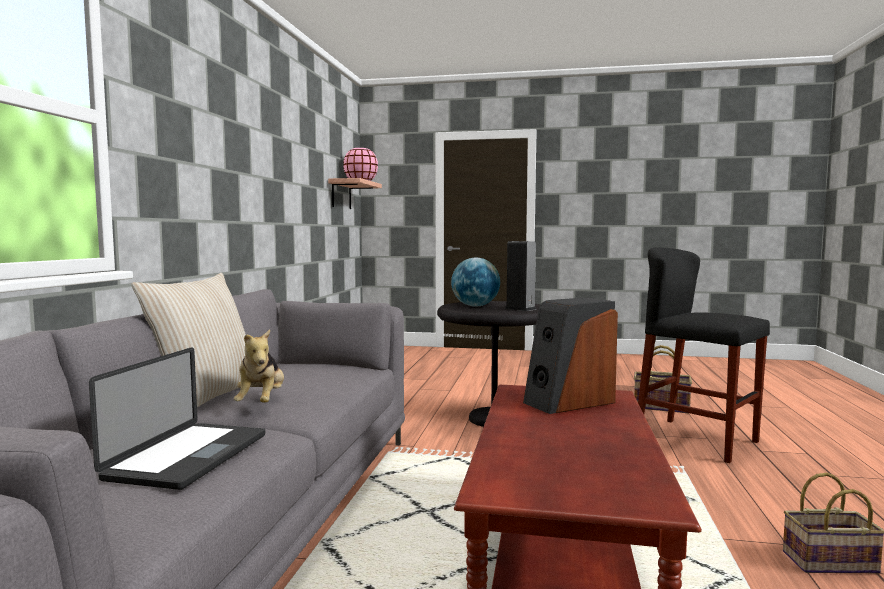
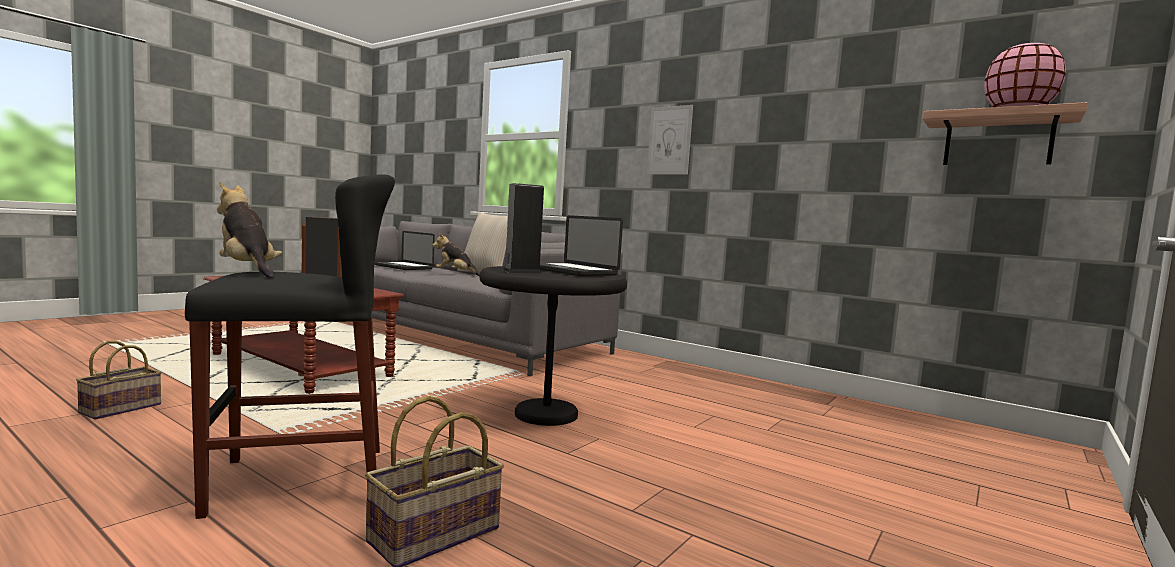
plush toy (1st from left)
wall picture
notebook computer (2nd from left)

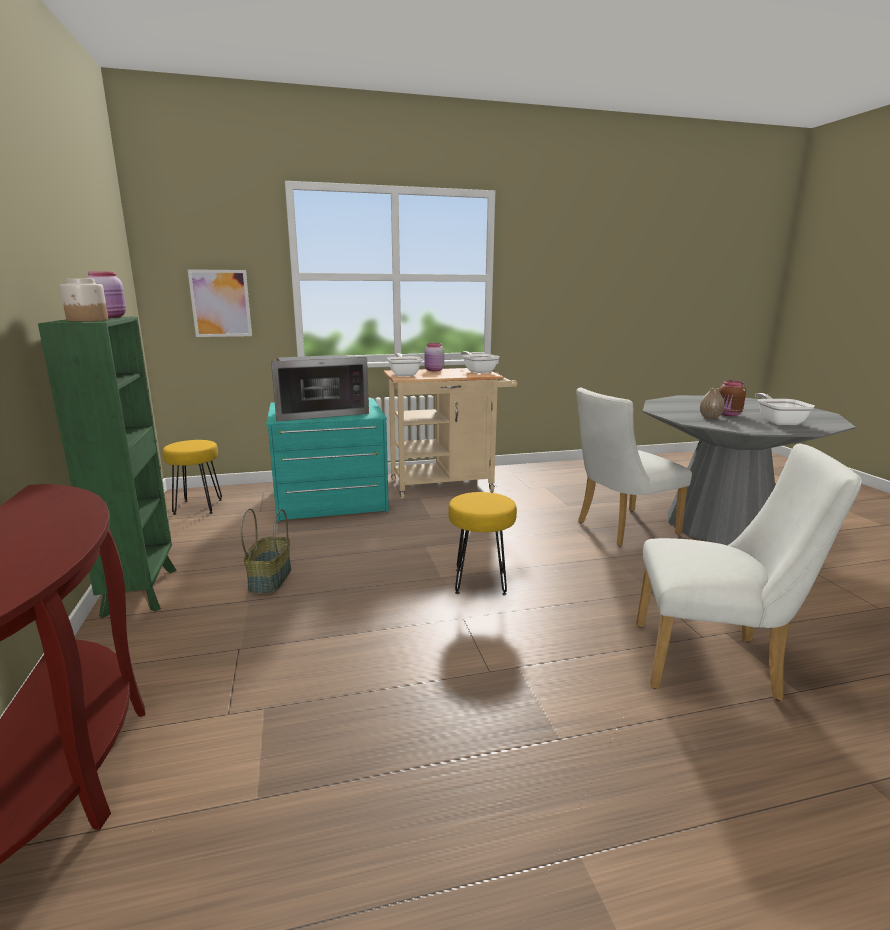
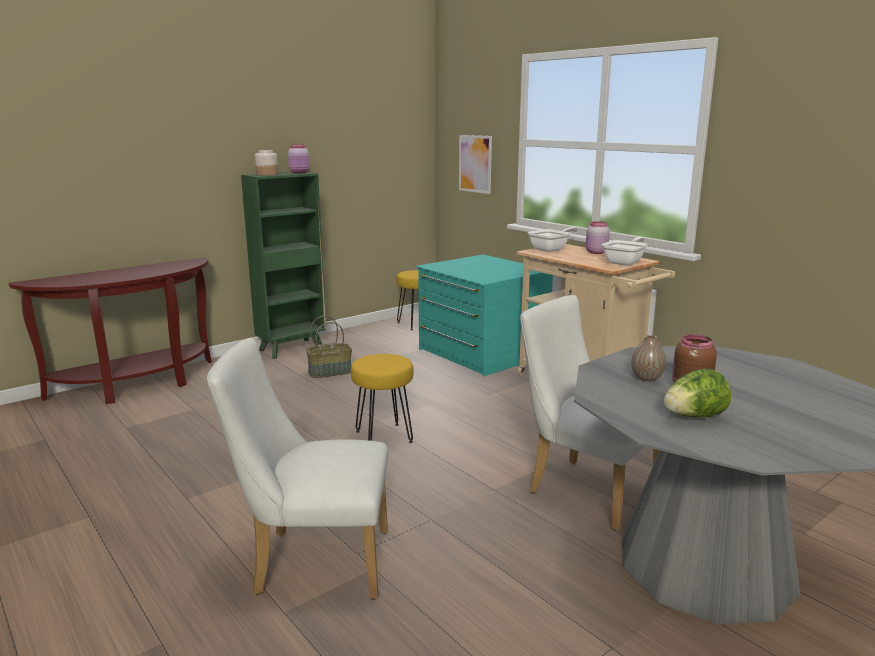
microwave oven
head of lettuce
upright chair in white (1st from left)

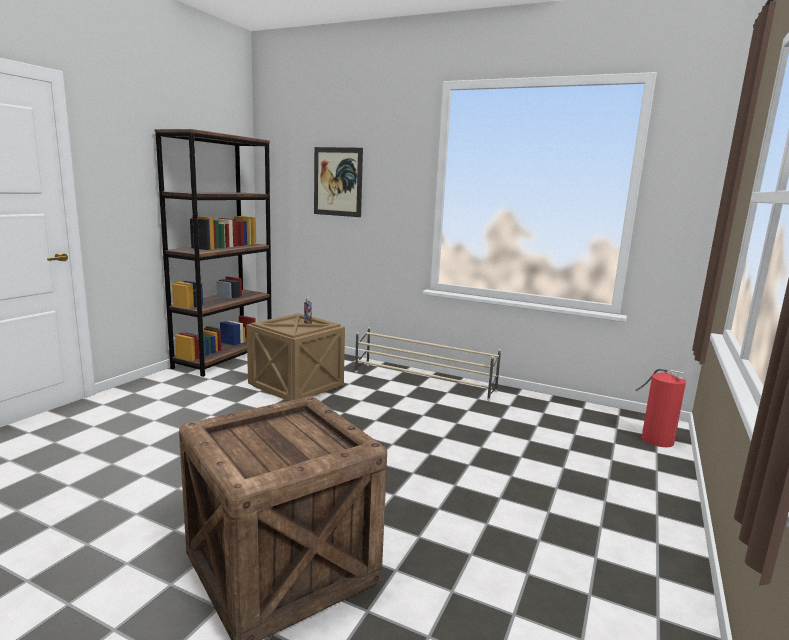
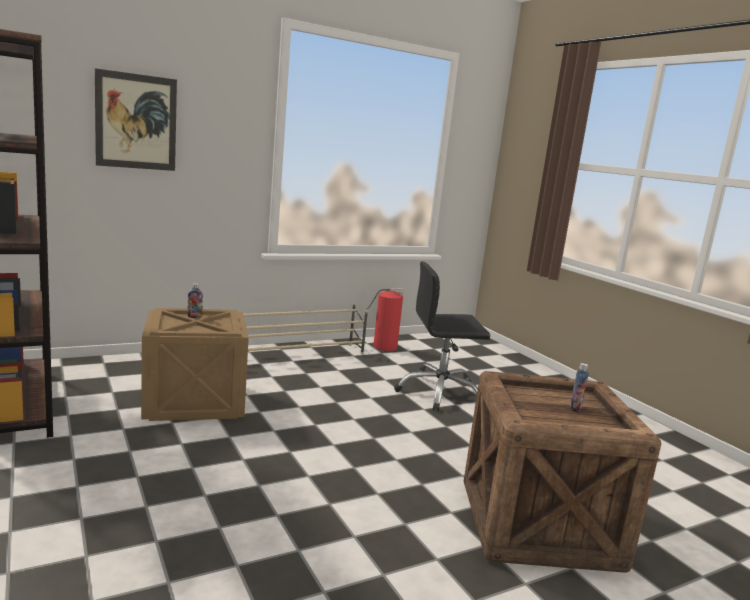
office chair in black-coloured
bottle (2nd from left)
fire-fighting cylinder

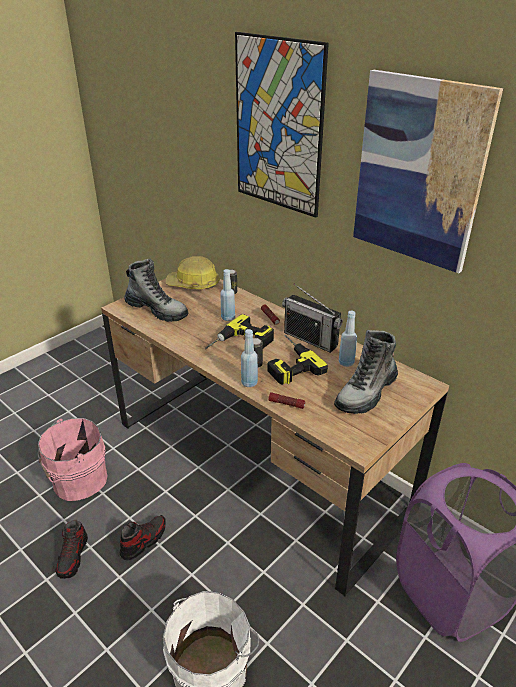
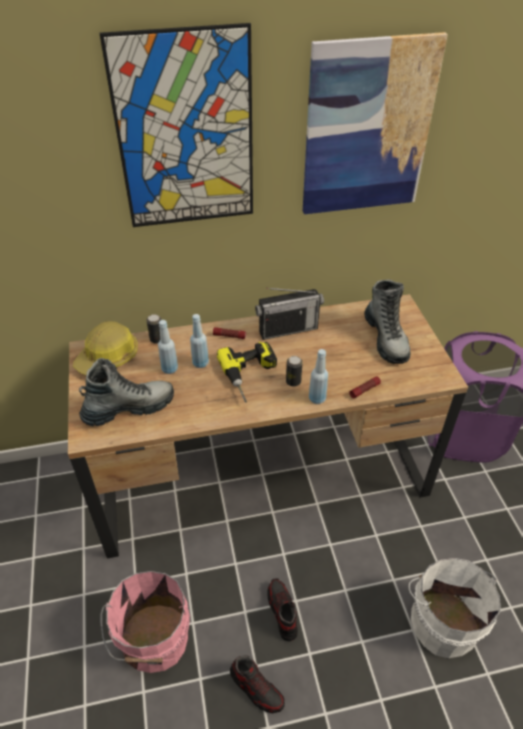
electric drill (2nd from left in the first image)
bottle in blue-coloured (1st from left)

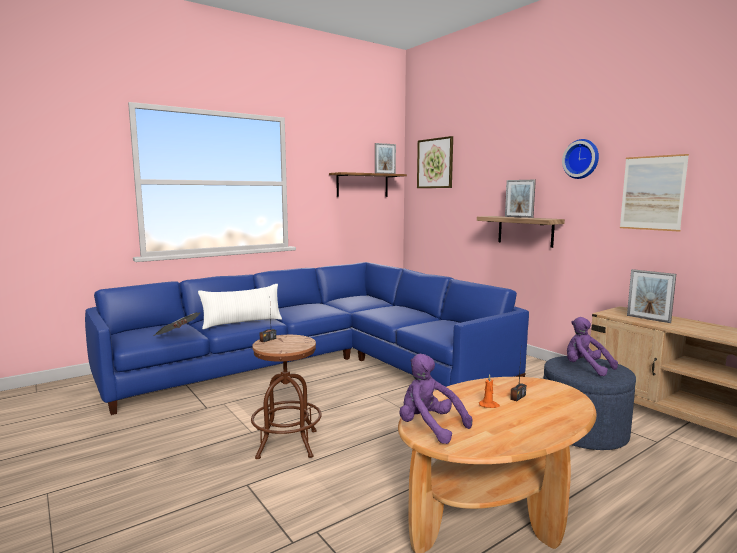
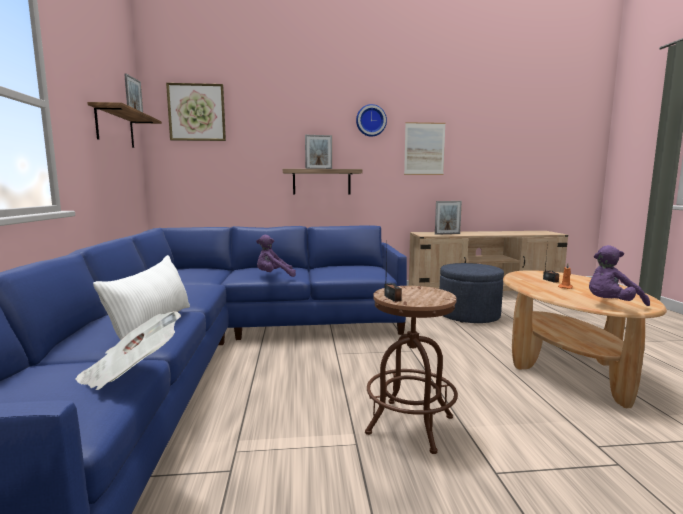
plush toy in purple (1st from left)

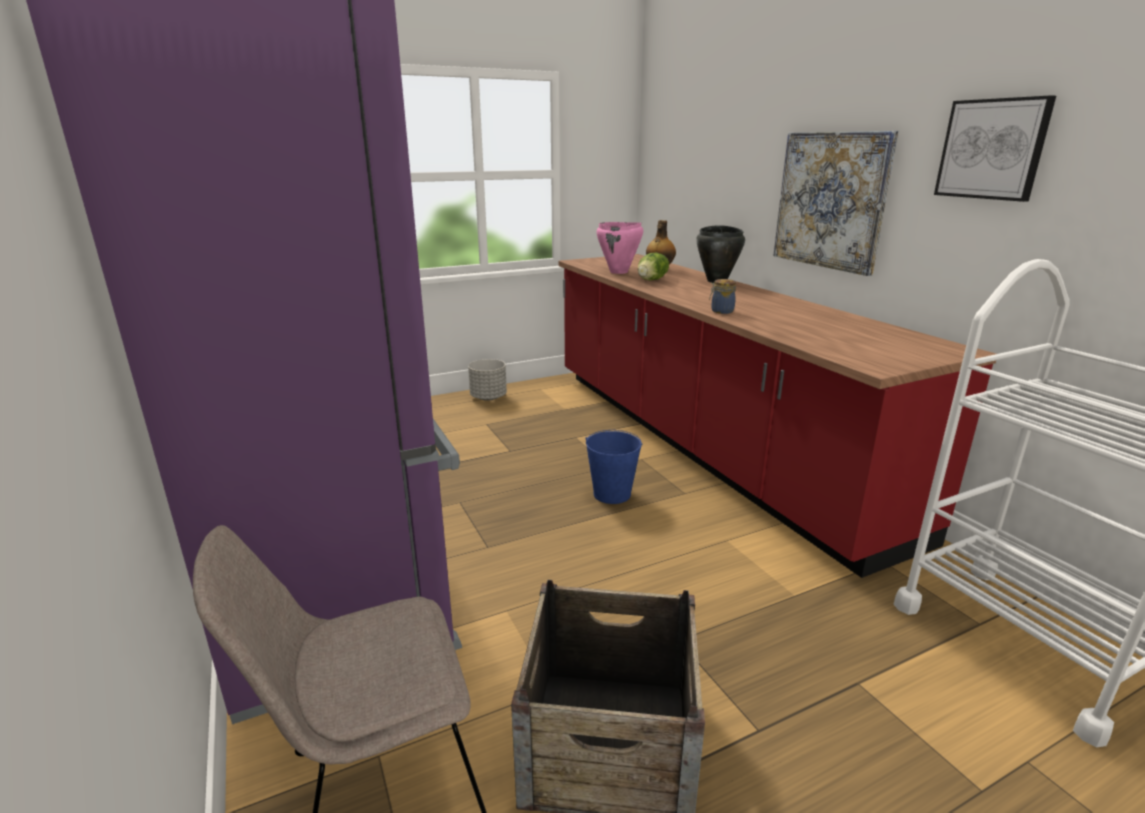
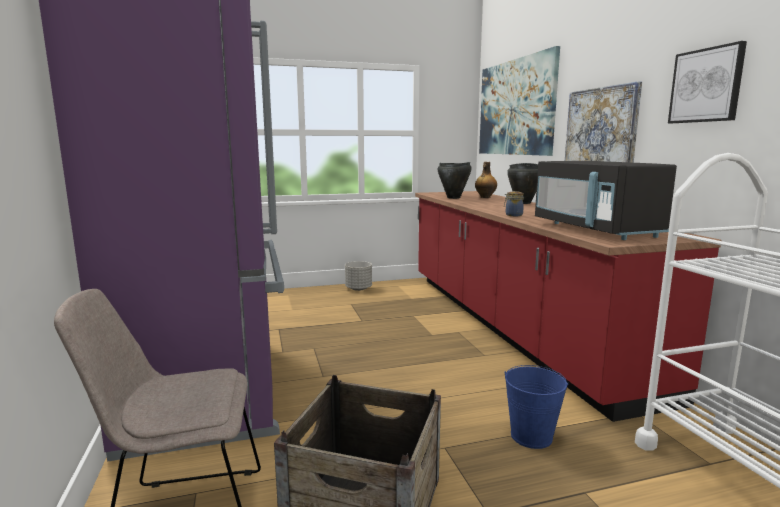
head of lettuce
wall picture (1st from left)
microwave oven in black-coloured
water bucket in blue-coloured
cooking pot in black-coloured (1st from left)

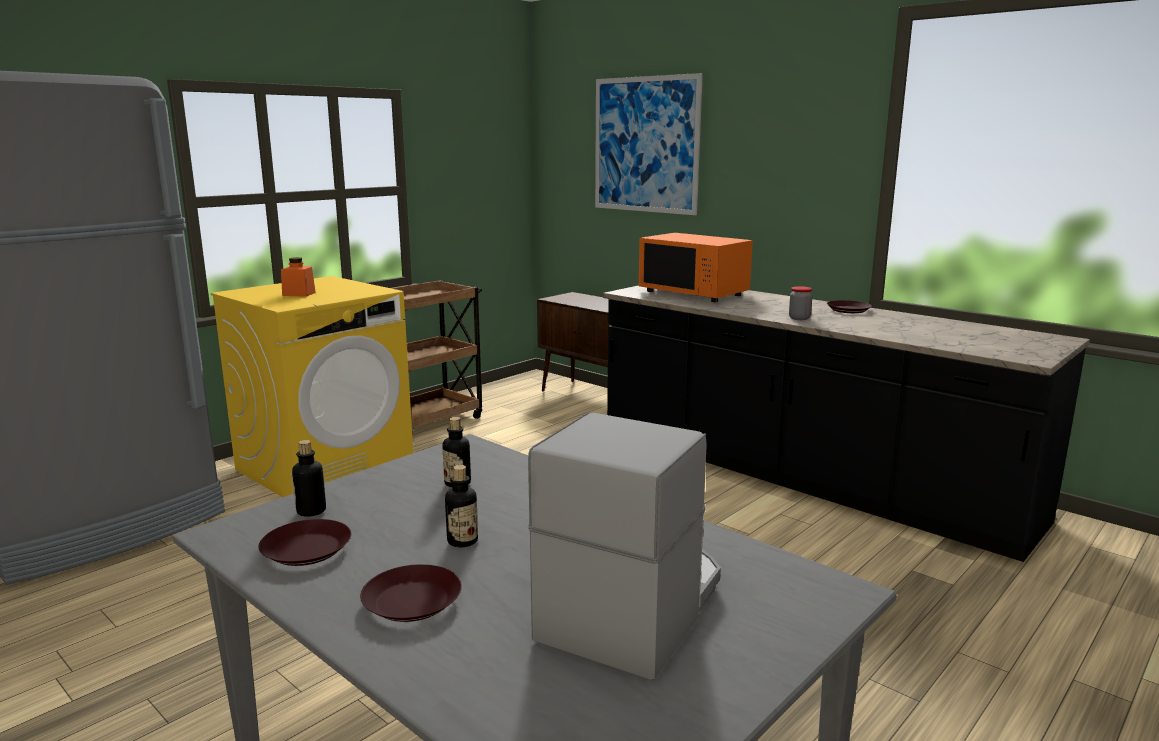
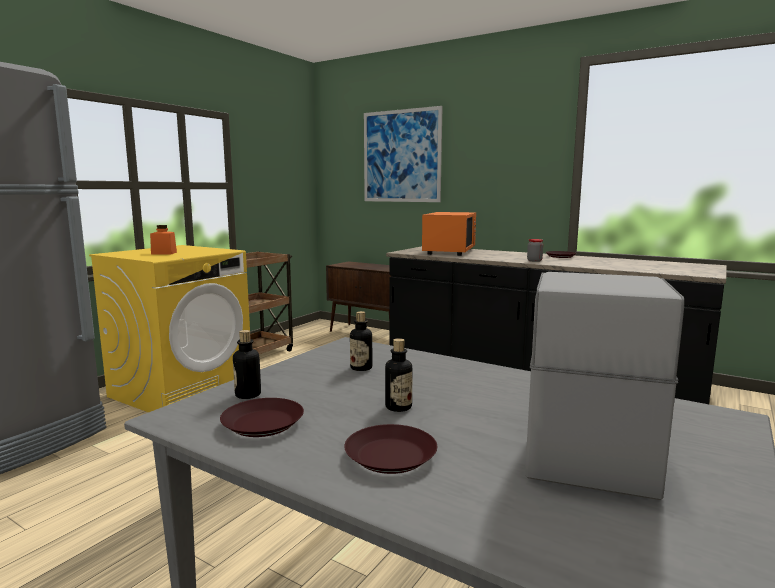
microwave oven in orangey

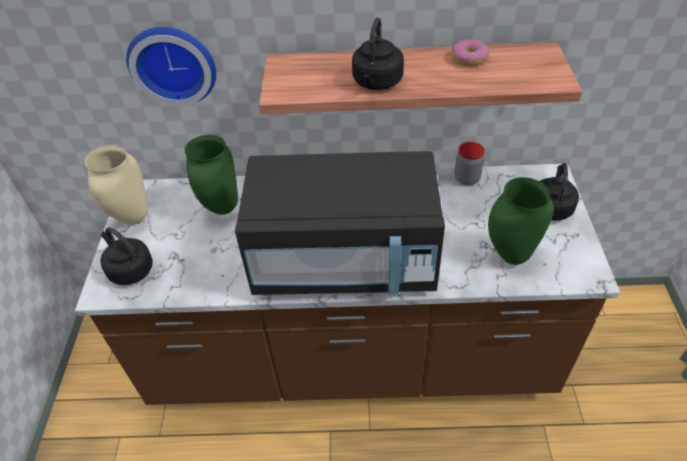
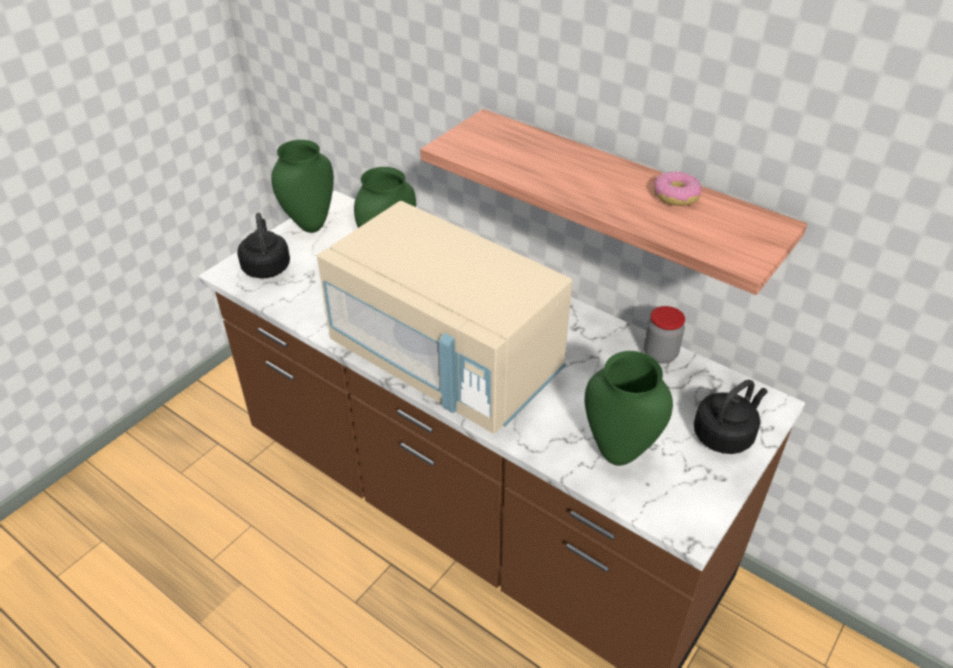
wall clock
tea kettle in black-coloured (2nd from left in the first image)
decorative vase in green-coloured (1st from left)
microwave oven in sand-coloured

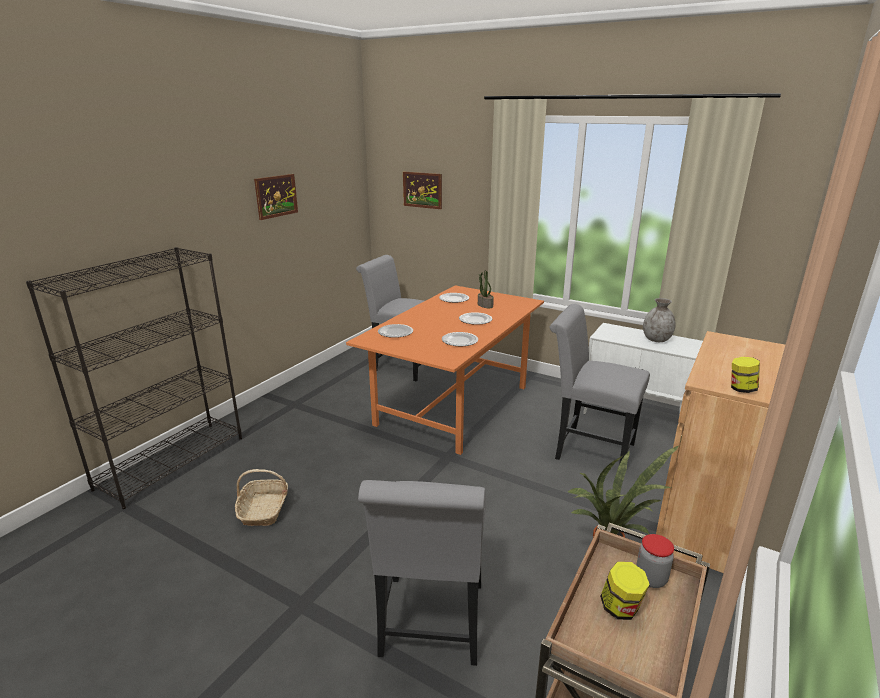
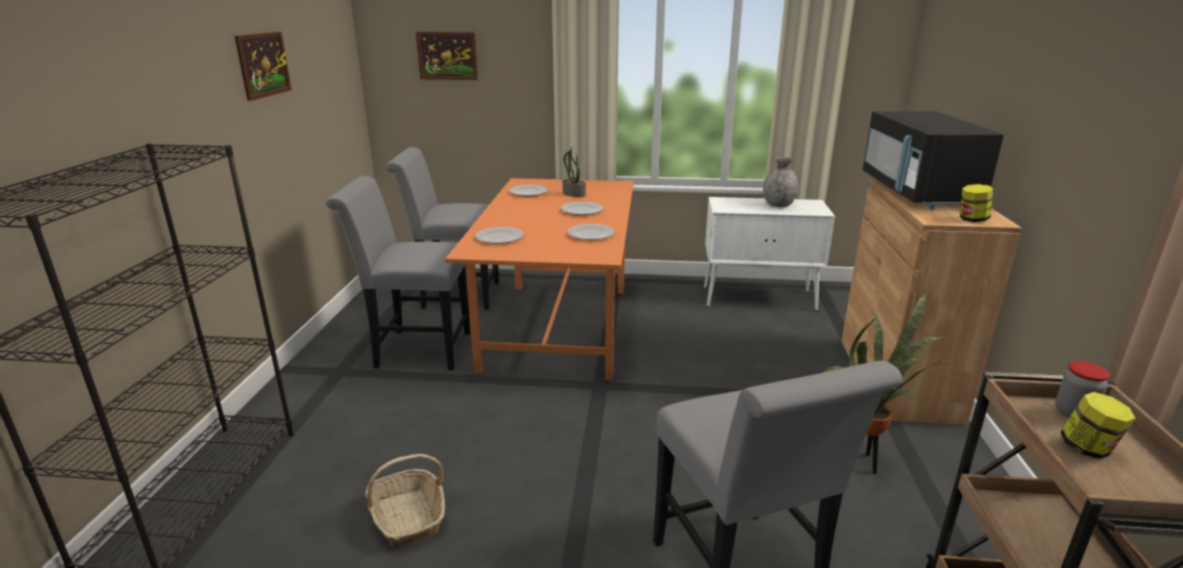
microwave oven in black-coloured
upright chair in grey (1st from left)

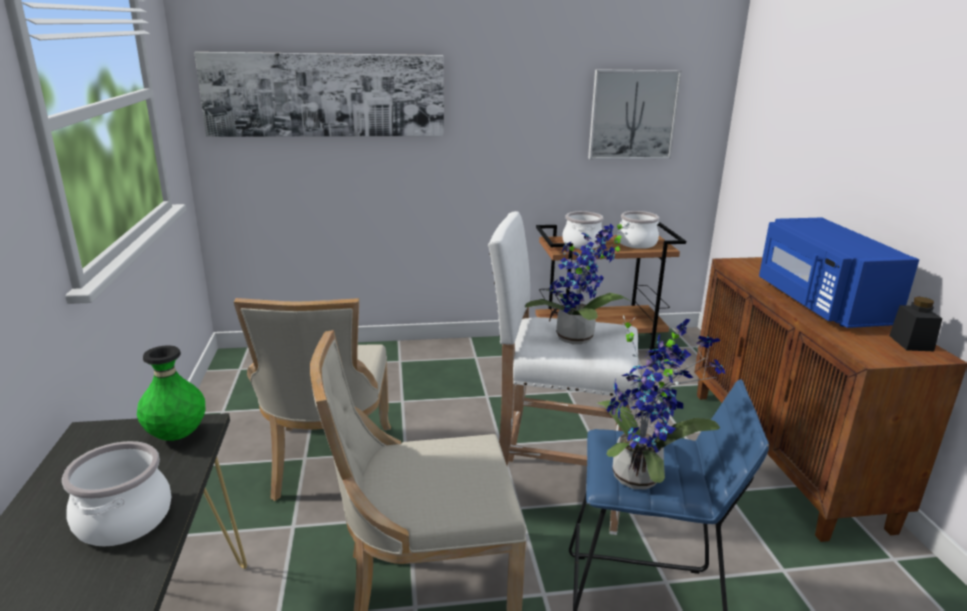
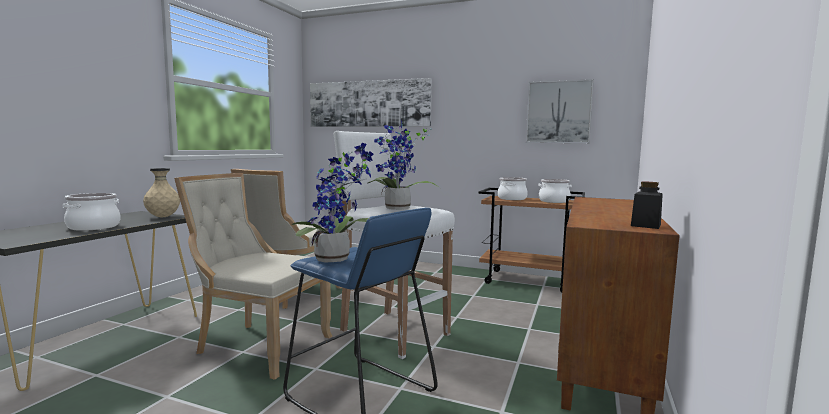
microwave oven in blue-coloured
decorative vase in sand-coloured

